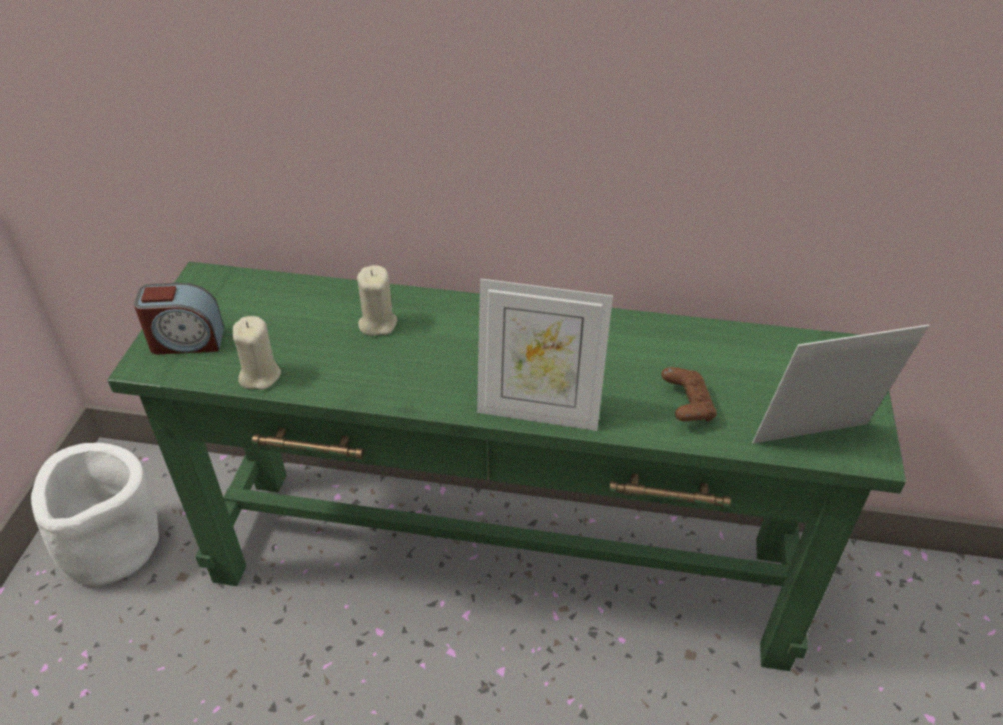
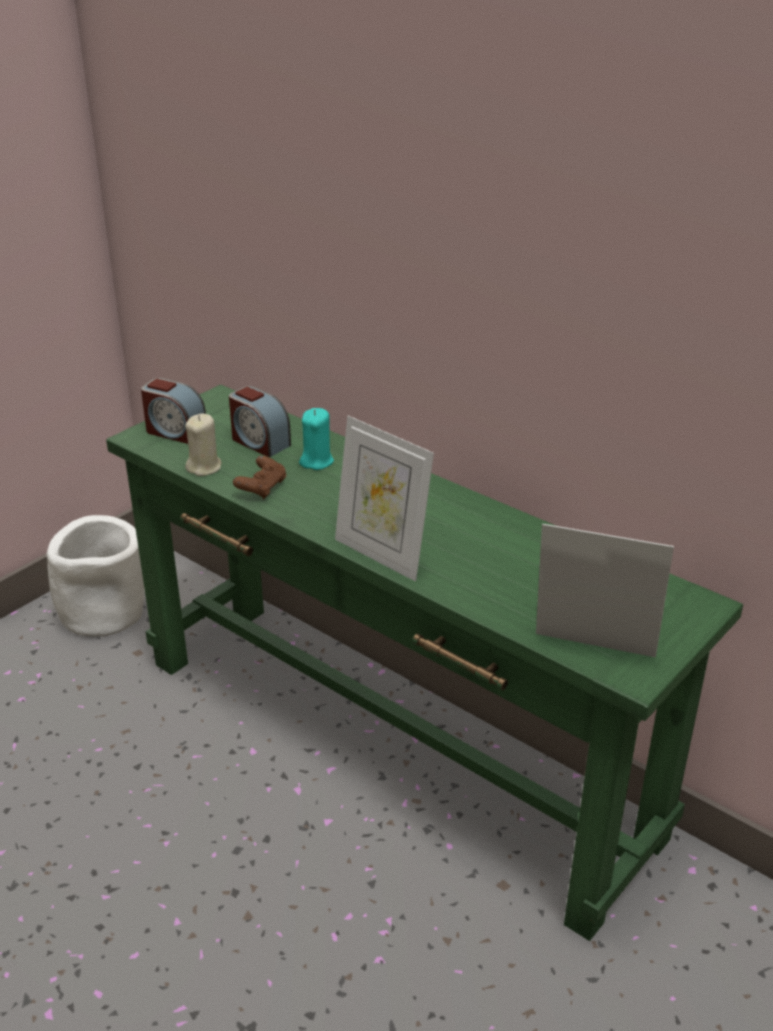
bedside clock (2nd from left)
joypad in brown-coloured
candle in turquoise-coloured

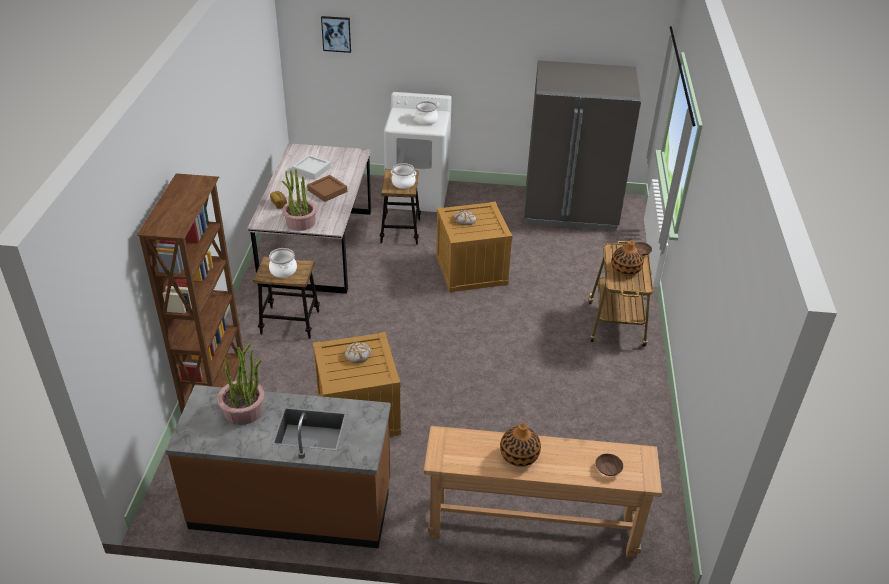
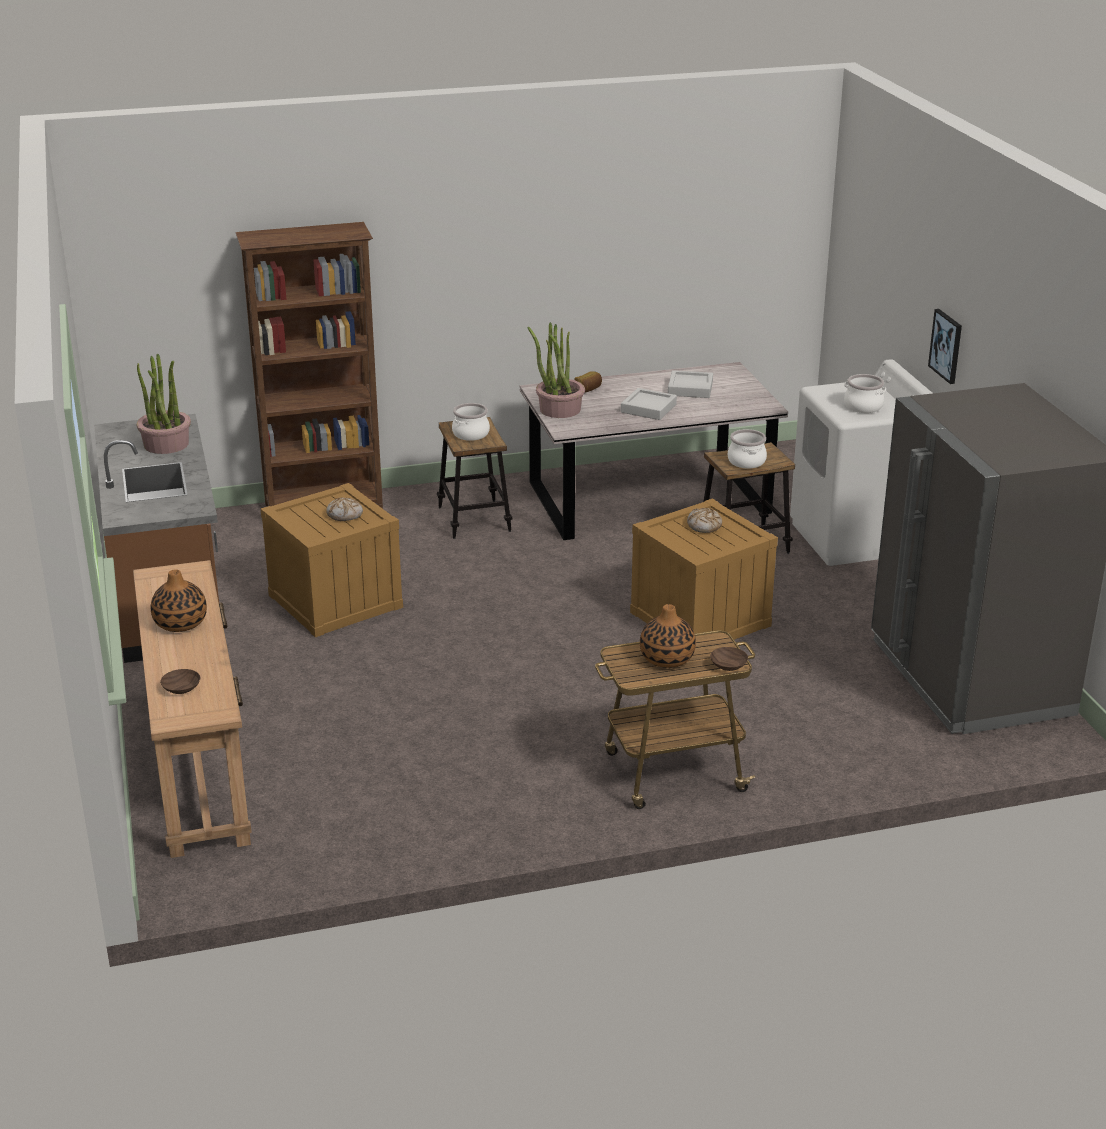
wall picture
serving tray in grey (1st from left)

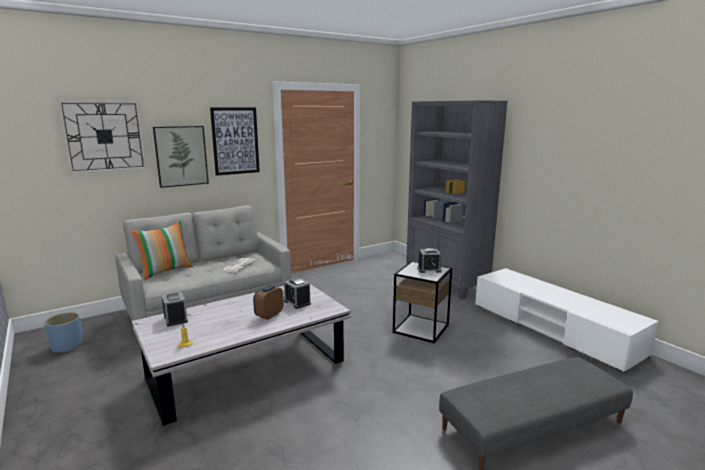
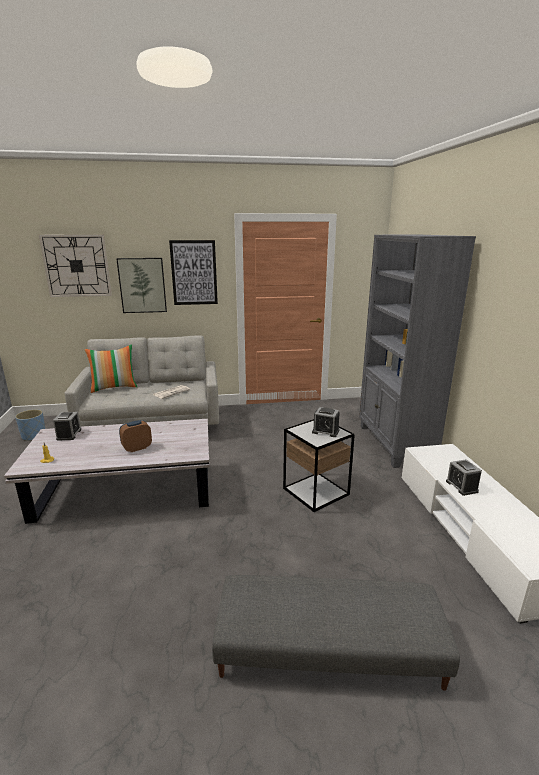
bedside clock (4th from left)

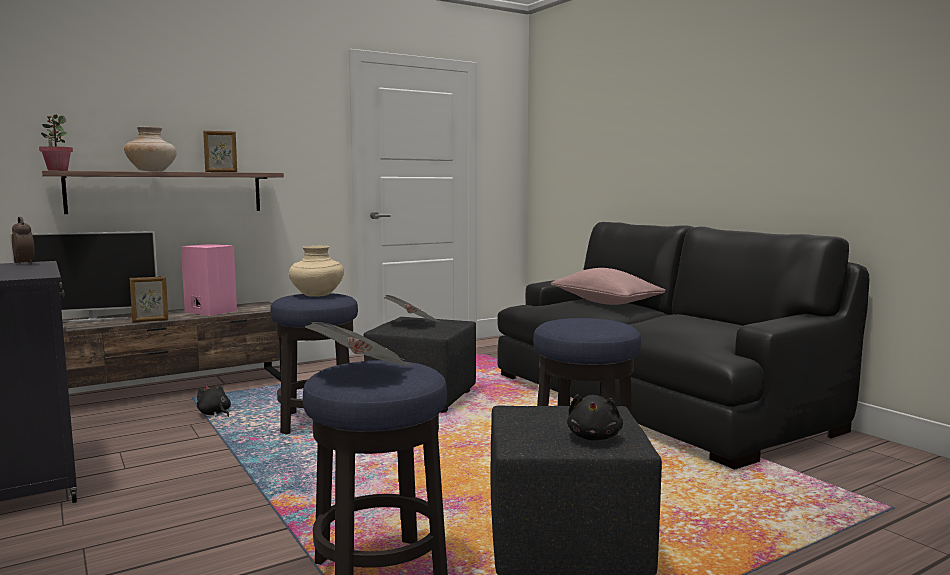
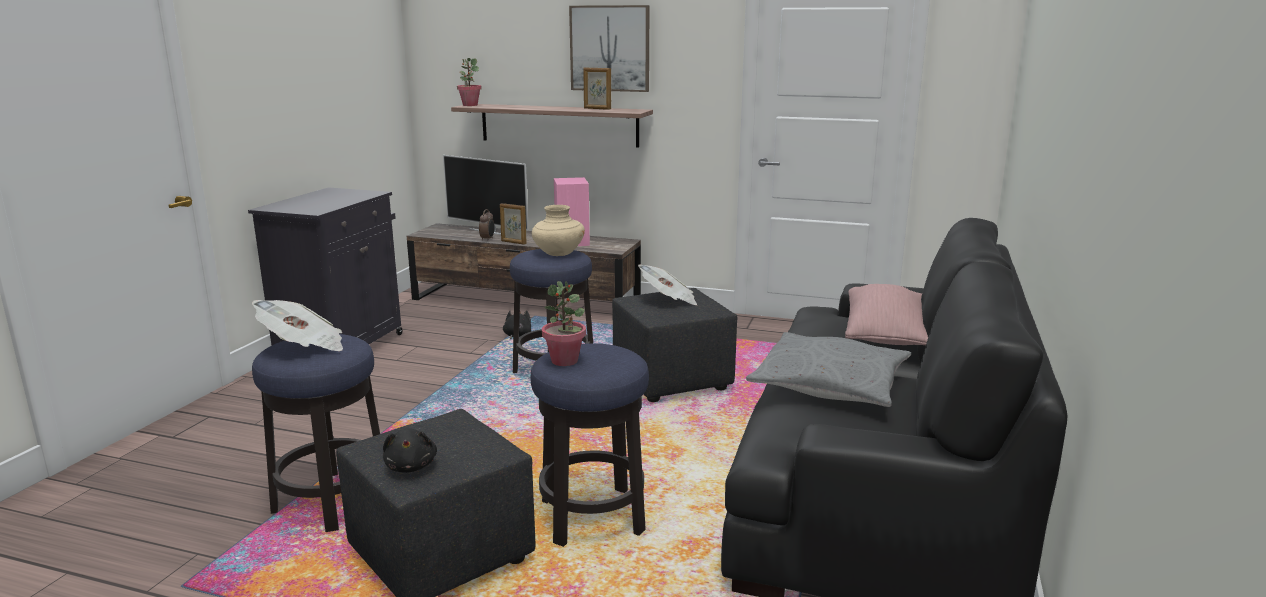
decorative vase in sand-coloured (1st from left in the first image)
houseplant (2nd from left)
wall picture
throw pillow in grey
bedside clock
plush toy in black-coloured (1st from left)

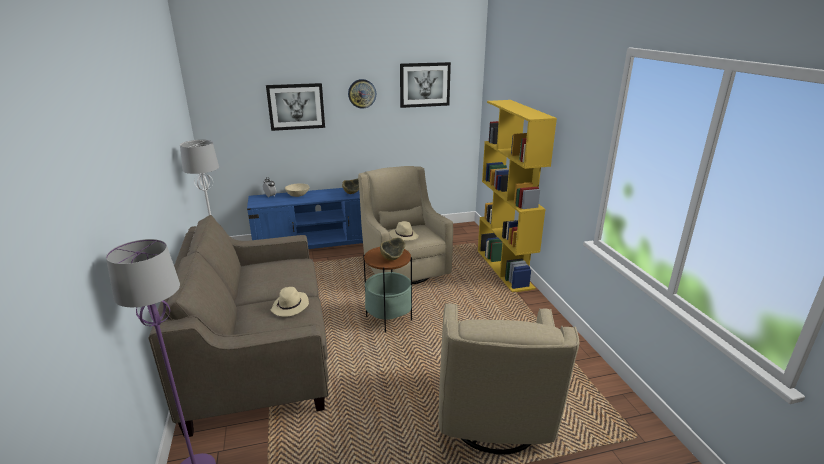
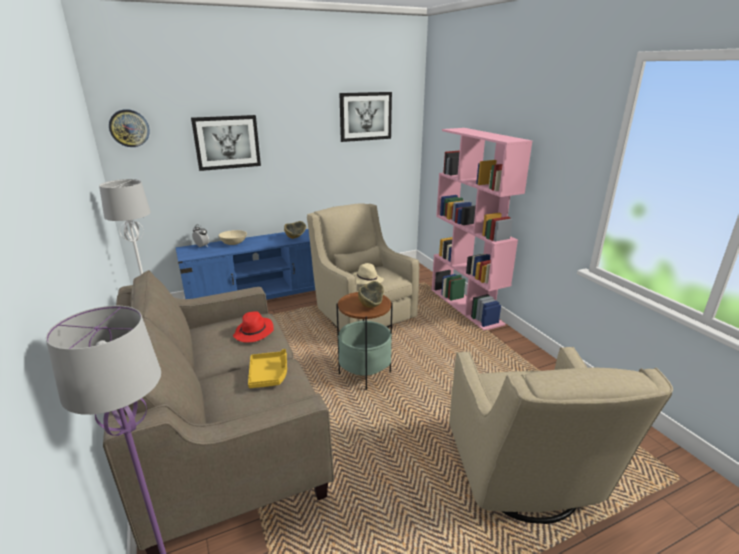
hat in red-coloured
wall clock
serving tray in yellowish
bookcase in pinkish

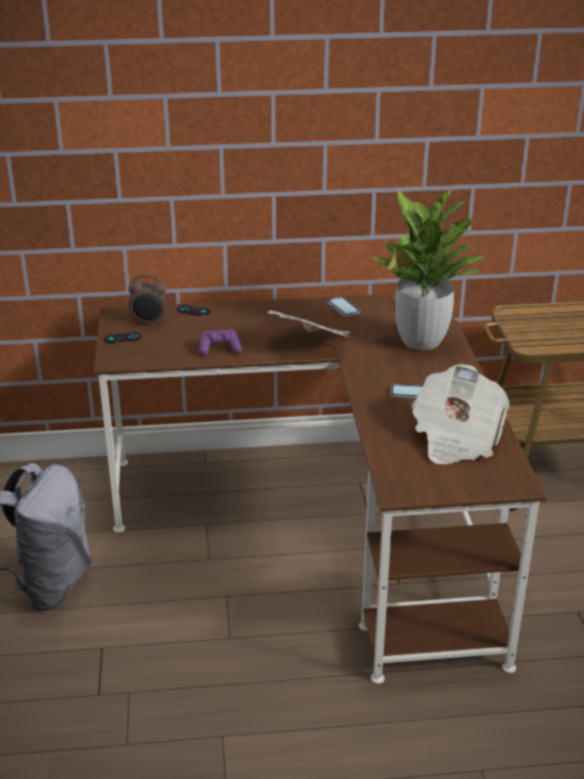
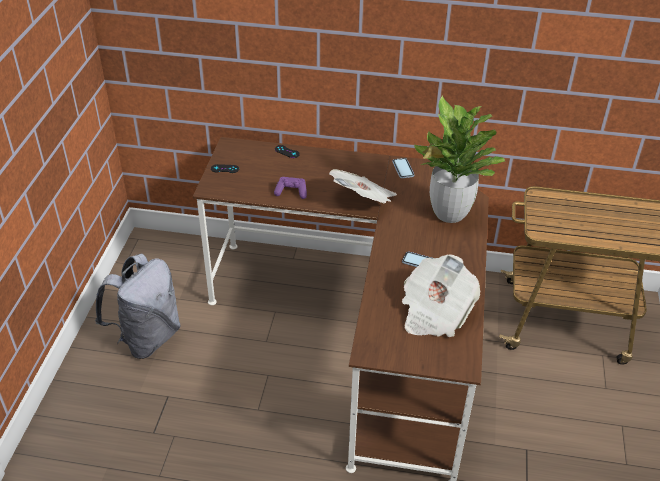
bedside clock

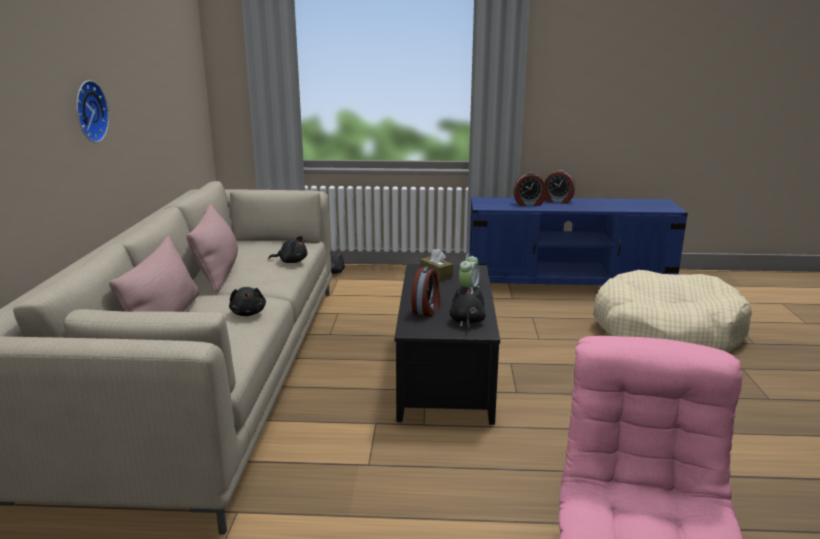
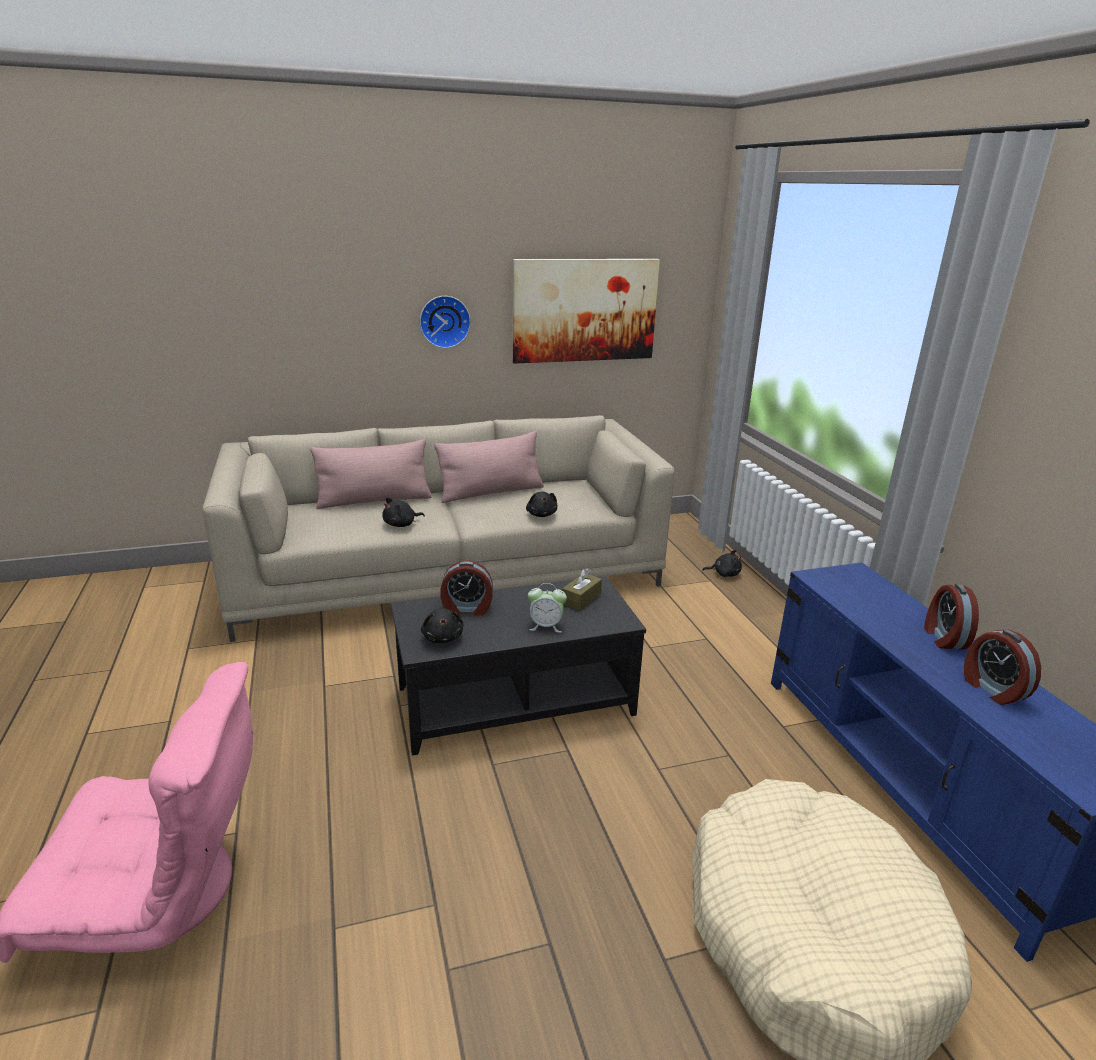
wall picture
bedside clock (4th from left)
plush toy in black-coloured (2nd from left)

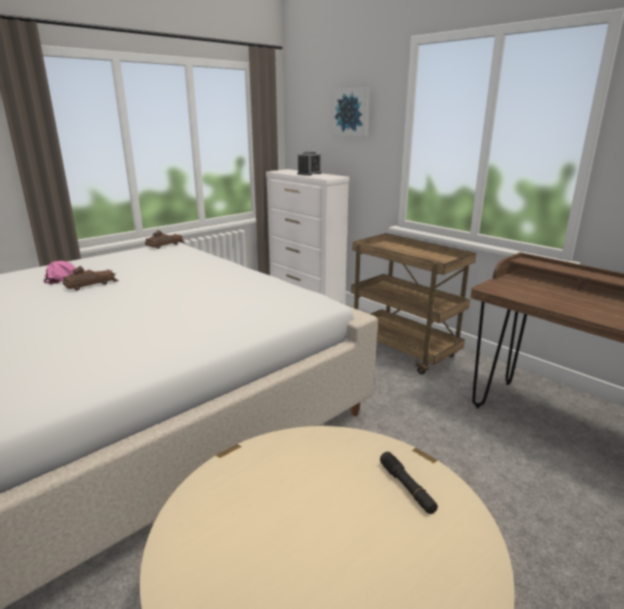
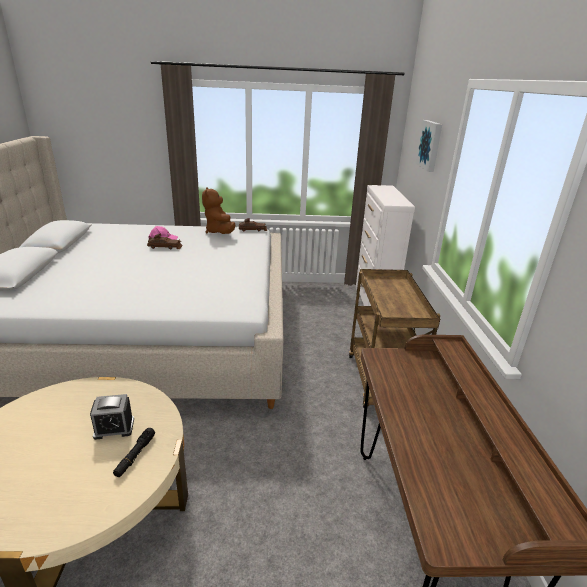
plush toy in brown-coloured
bedside clock

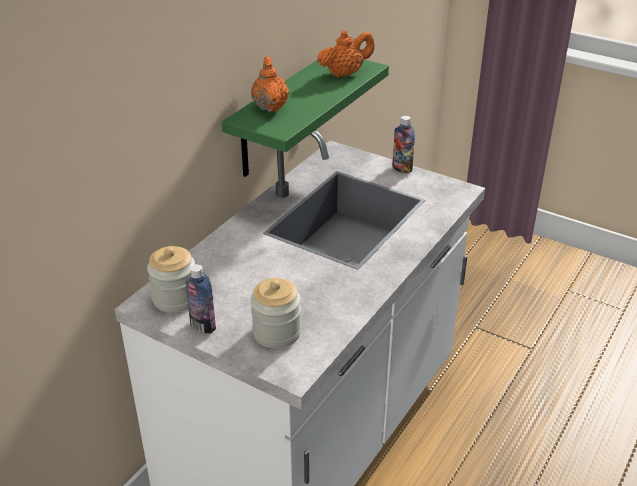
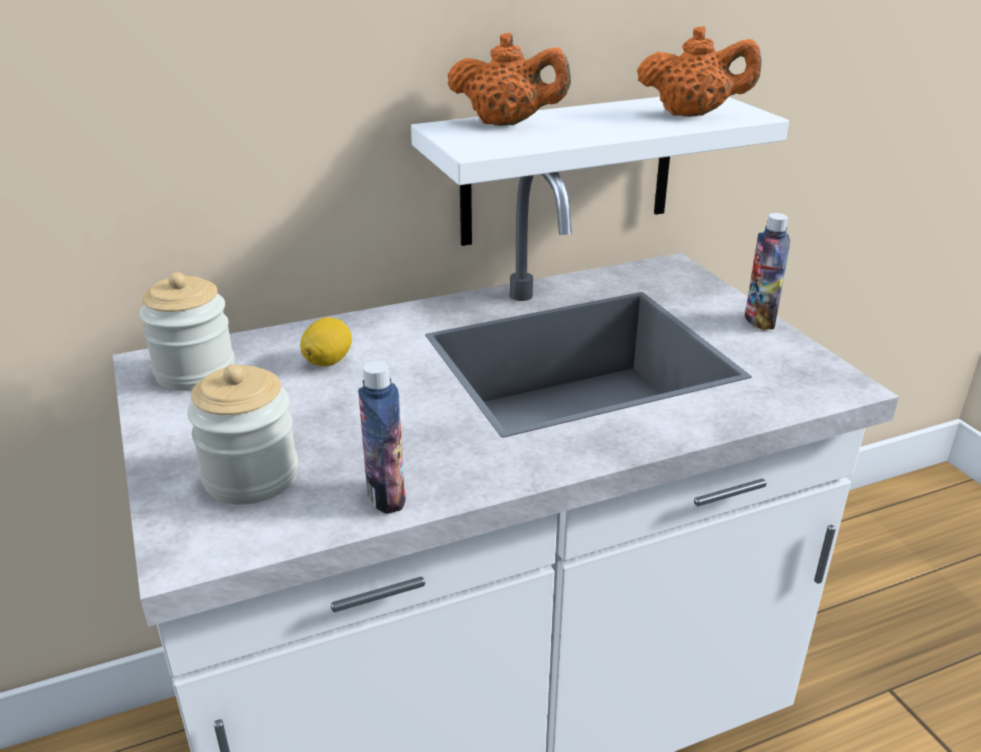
lemon
bottle (1st from left)
wall shelf in white
tea pot in orangey (1st from left)

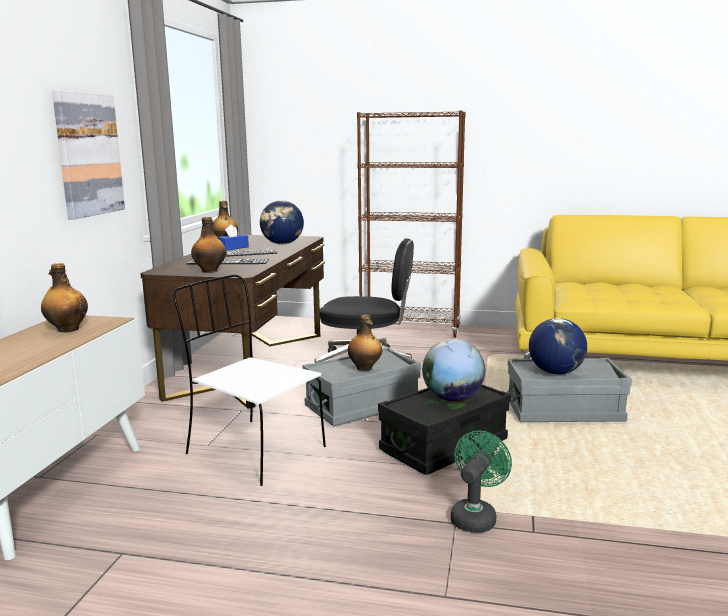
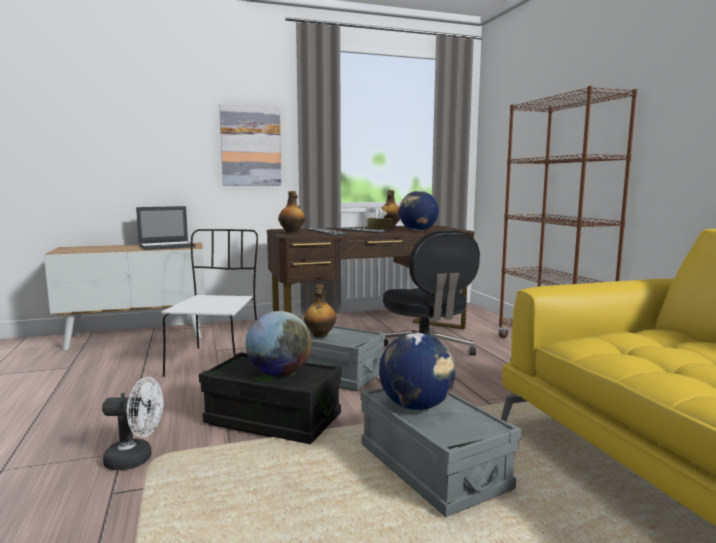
notebook computer
box of tissues in brown-coloured
electric fan in white

